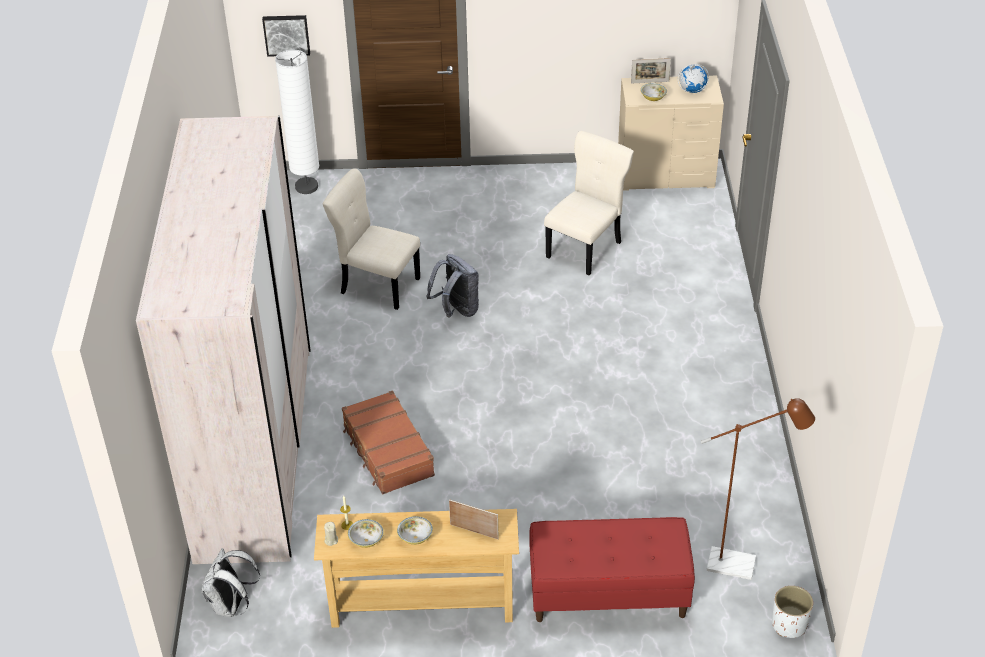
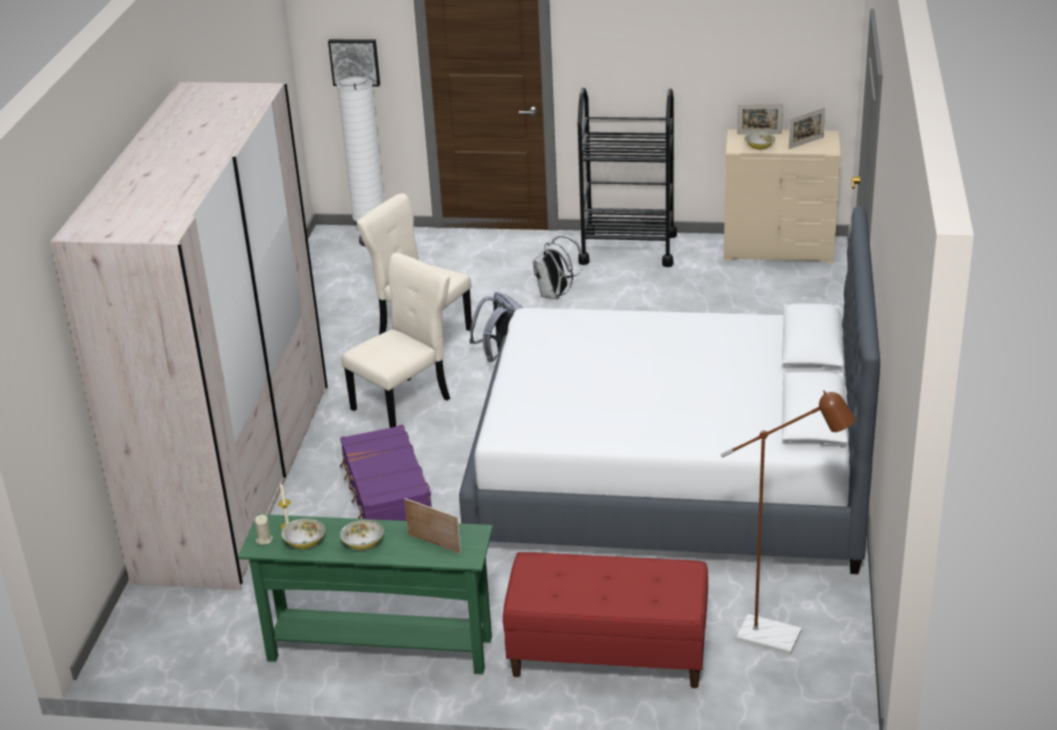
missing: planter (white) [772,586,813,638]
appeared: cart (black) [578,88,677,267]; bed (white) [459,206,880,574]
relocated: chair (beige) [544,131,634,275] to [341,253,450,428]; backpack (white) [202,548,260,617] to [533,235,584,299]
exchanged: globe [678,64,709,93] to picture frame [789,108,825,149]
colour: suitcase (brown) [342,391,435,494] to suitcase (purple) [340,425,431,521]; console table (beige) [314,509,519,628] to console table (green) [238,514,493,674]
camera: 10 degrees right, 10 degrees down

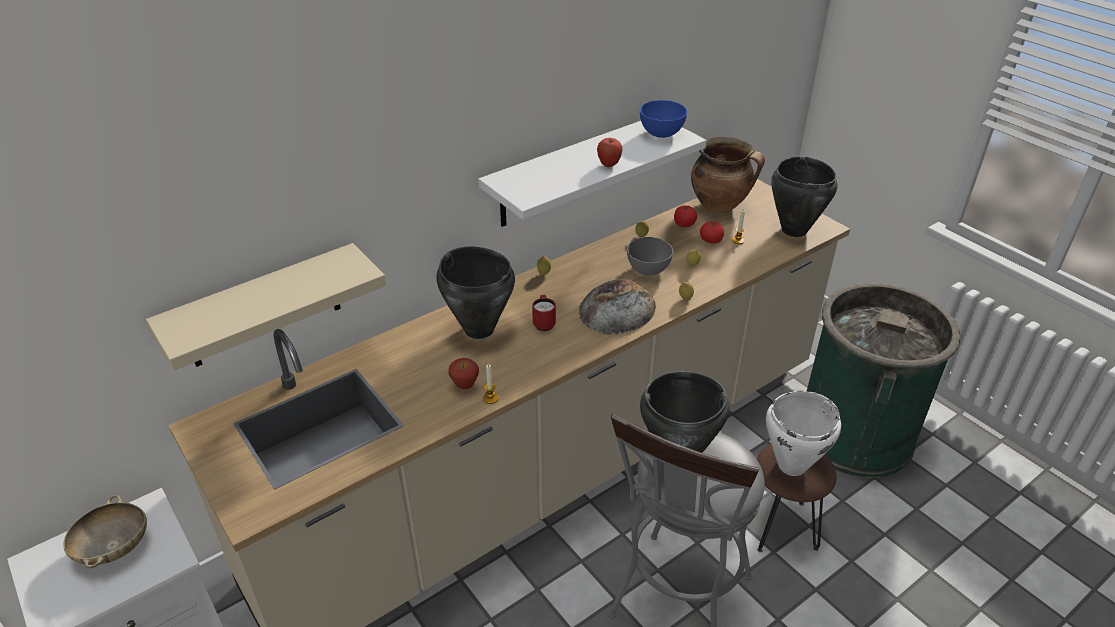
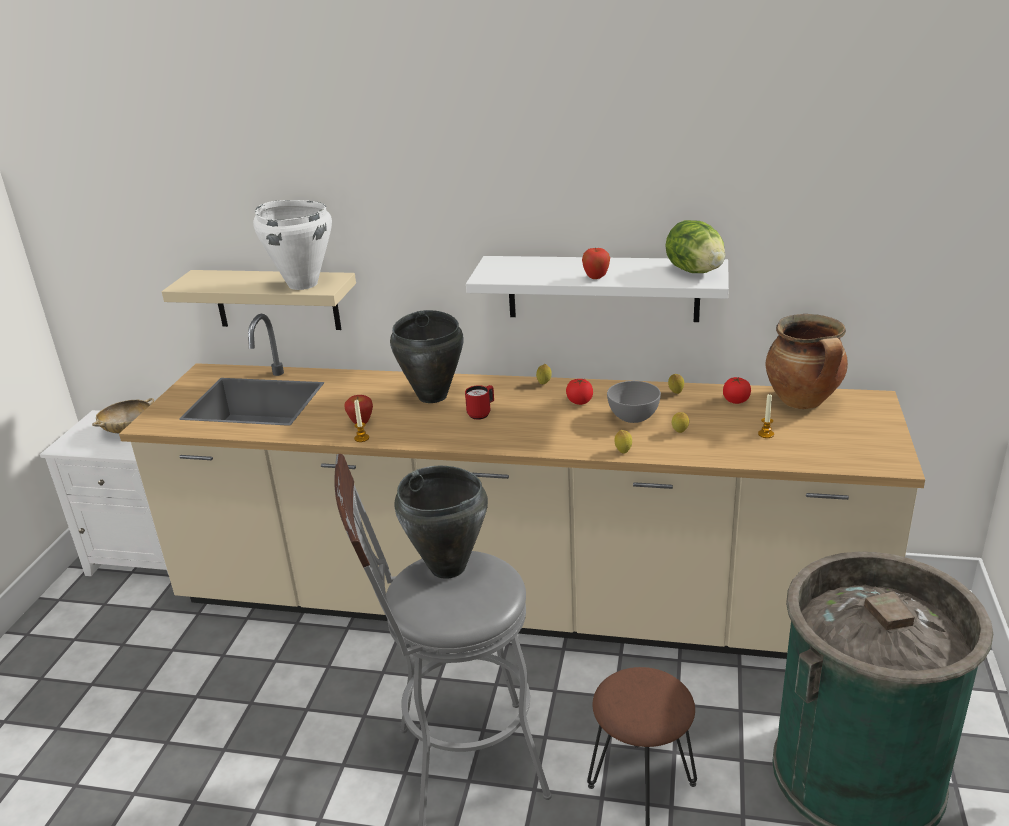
missing: cooking pot (black) [771,156,838,237]; bread [579,279,656,335]
relocated: tomato [700,221,724,244] to [566,379,593,405]; cooking pot (white) [766,391,841,476] to [253,200,332,290]
exchanged: bowl (blue) [640,100,687,138] to lettuce [665,220,725,273]
camera: 50 degrees right, 10 degrees down

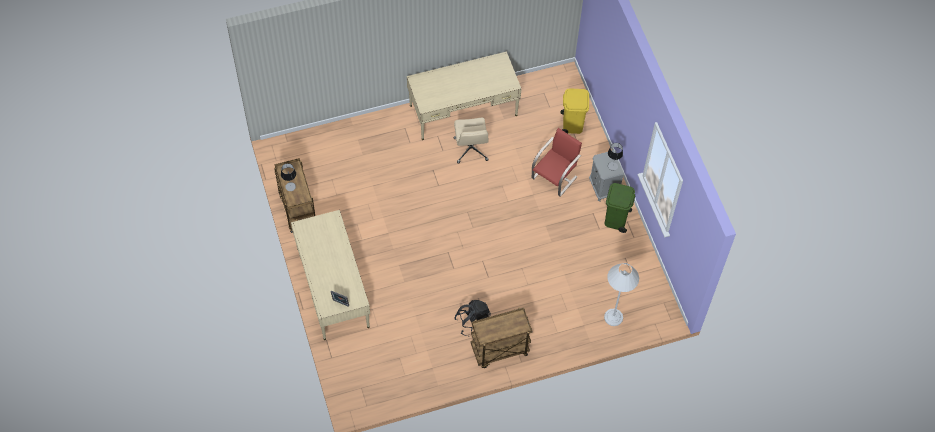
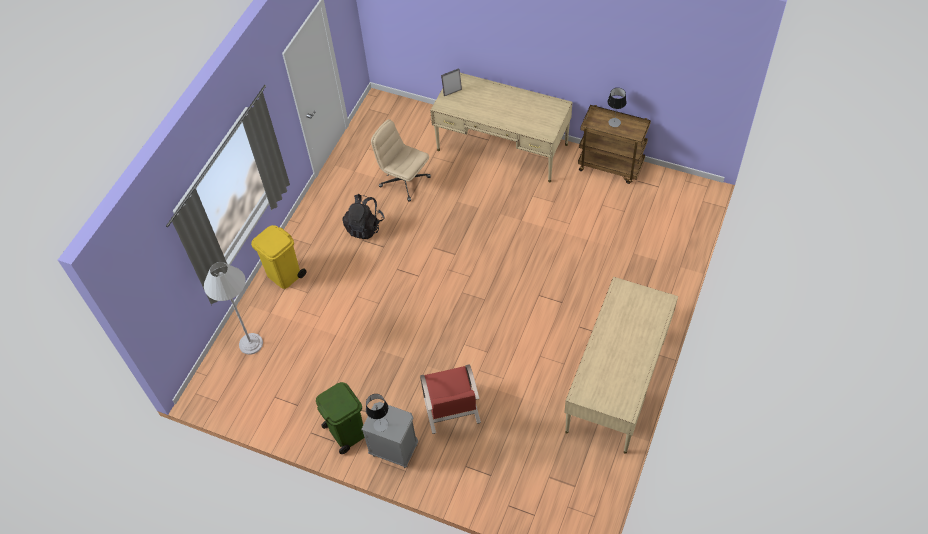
missing: cart (brown) [471,307,532,368]
relocated: trash can (yellow) [561,88,589,134] to [251,225,307,289]; office chair (beige) [454,118,489,164] to [371,119,431,202]
camera: 135 degrees right, 5 degrees down

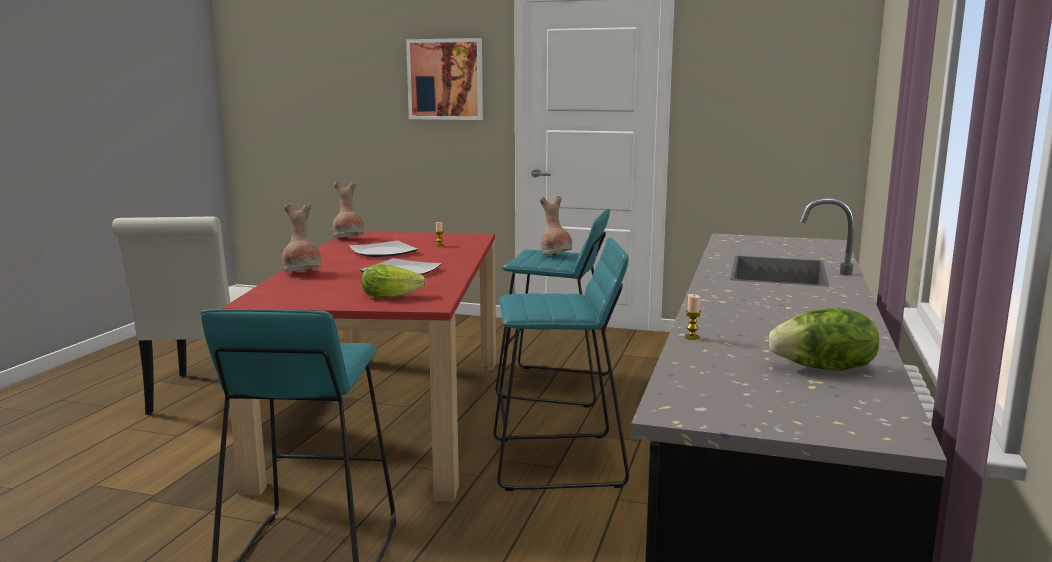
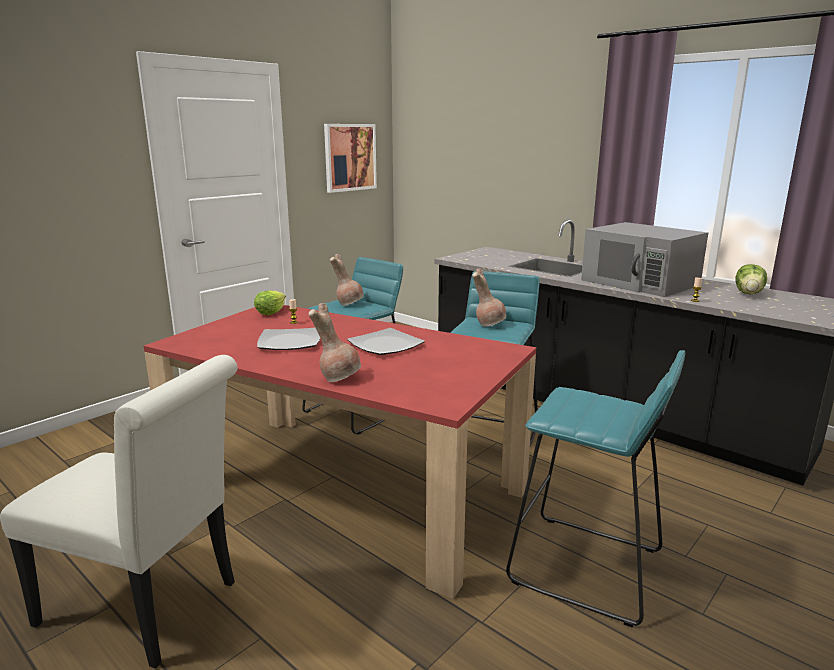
appeared: microwave (grey) [581,222,708,297]
relocated: picture [406,38,483,120] to [324,124,377,193]; vase (brown) [333,181,364,237] to [472,268,507,327]; lettuce [362,264,426,298] to [254,290,286,315]
camera: 65 degrees left, 5 degrees up

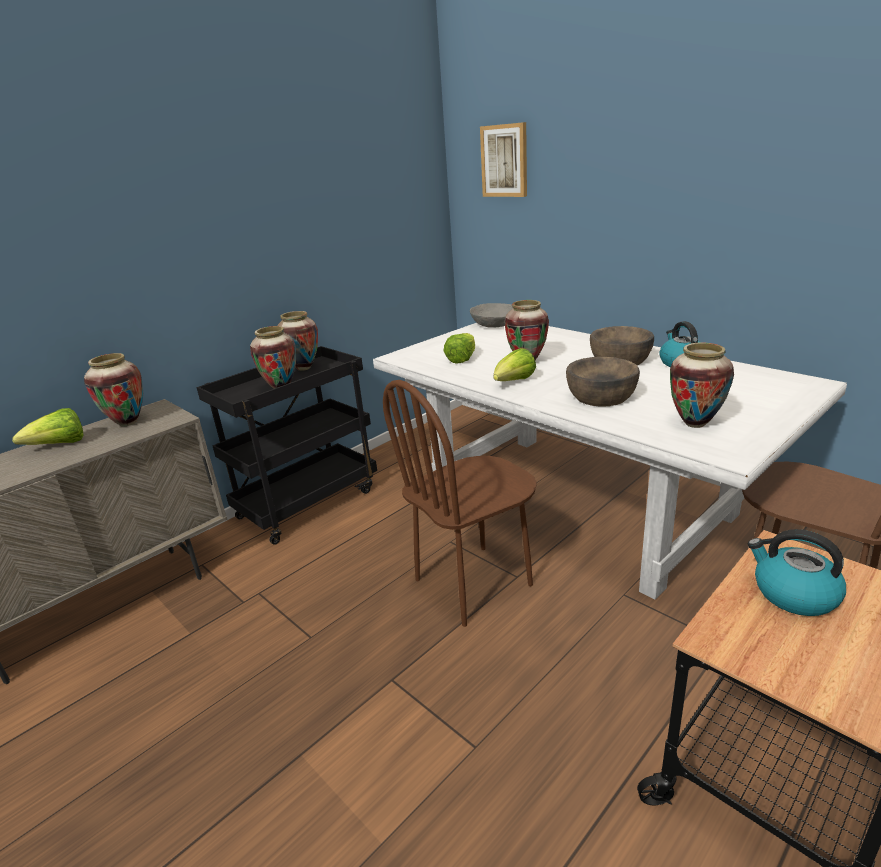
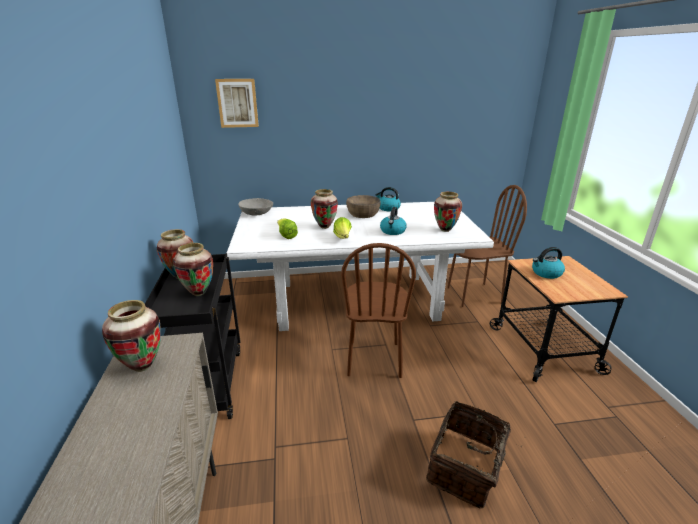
missing: lettuce [12,408,84,445]
appeared: basket [426,401,525,509]
exchanged: bowl (brown) [566,357,640,407] to kettle [380,207,407,235]
camera: 55 degrees left, 0 degrees up

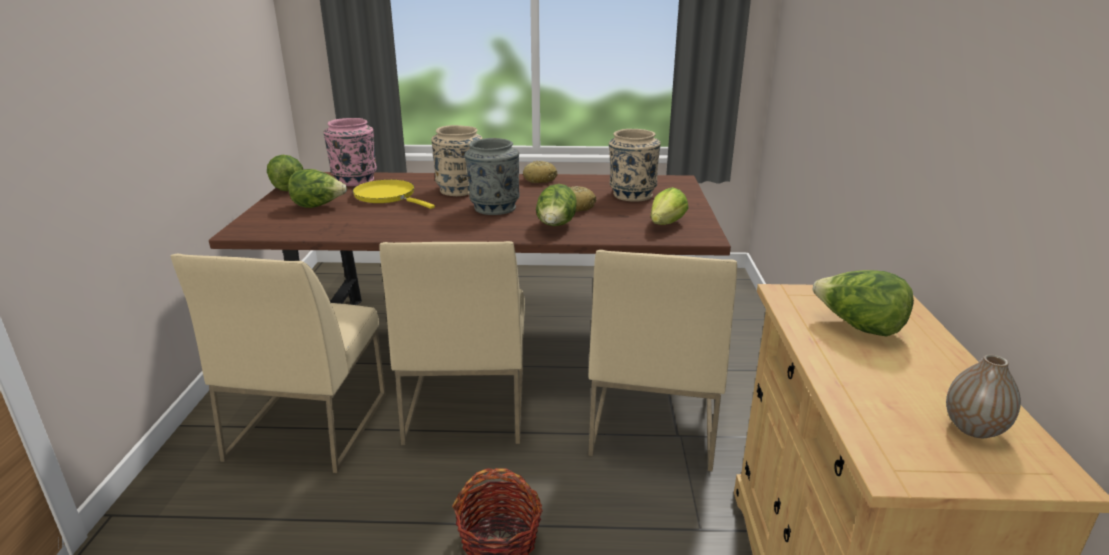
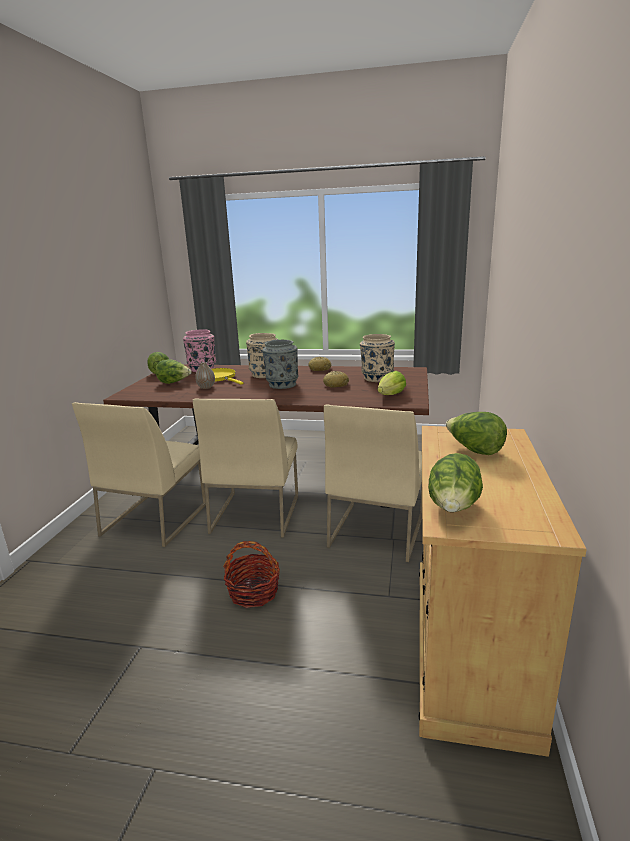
relocated: lettuce [536,184,577,226] to [428,453,483,512]; vase [946,354,1021,438] to [195,362,215,389]
camera: 10 degrees right, 5 degrees down

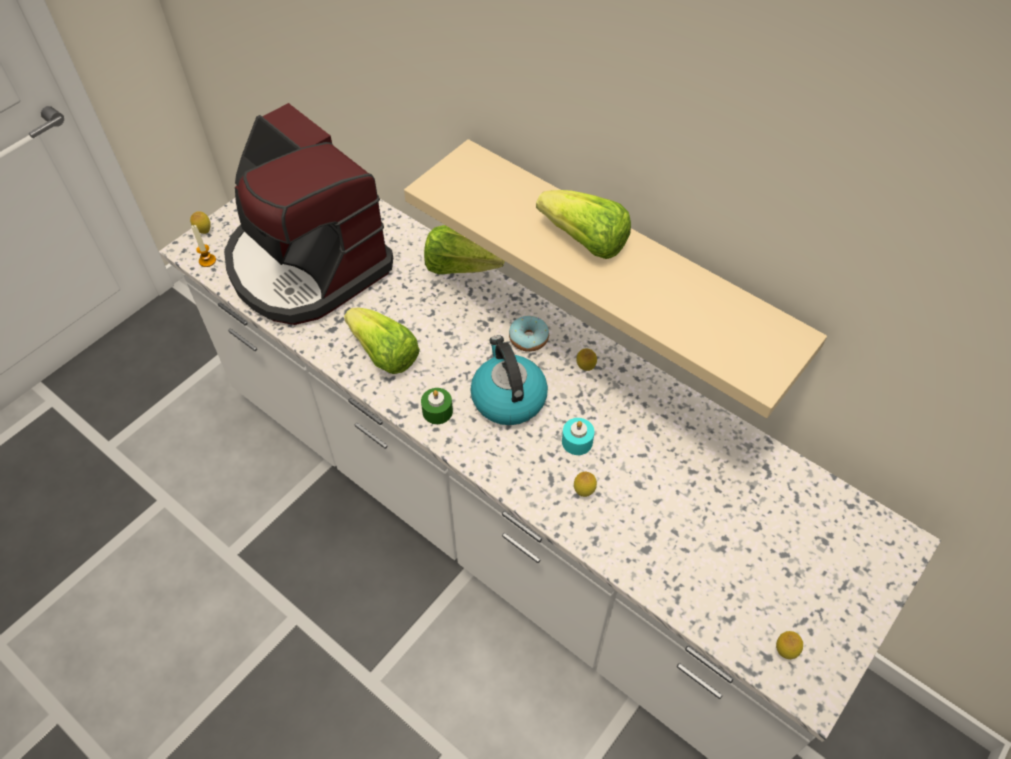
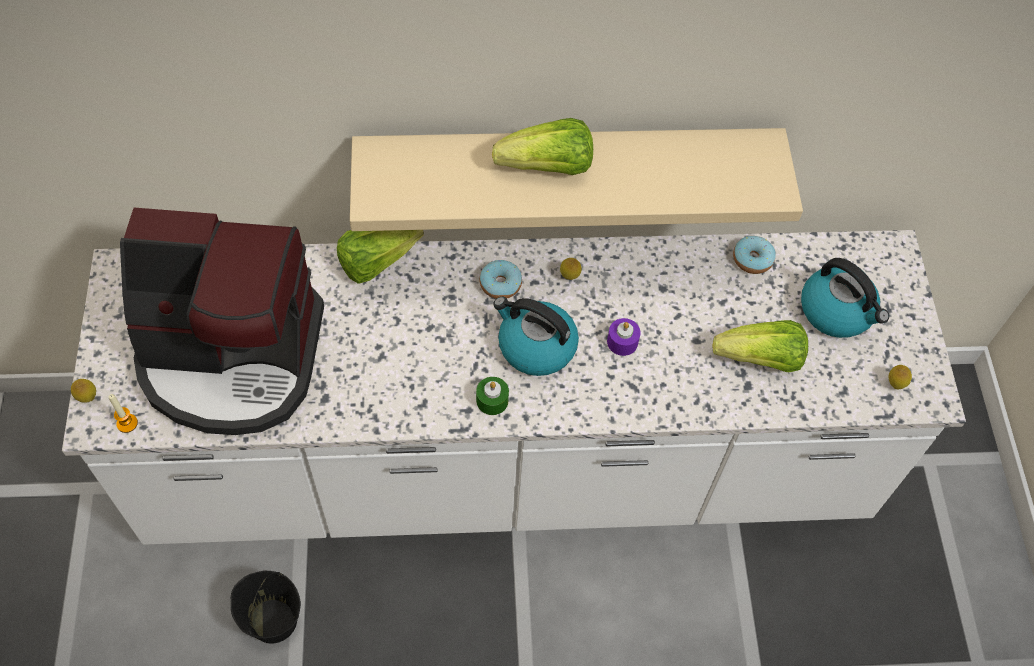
missing: lemon [574,472,597,497]
appeared: donut [733,236,776,274]; kettle [801,258,889,338]; bucket (black) [231,571,301,644]
relocated: lettuce [344,307,420,374] to [712,320,808,372]
colour: candle (turquoise) [562,418,594,455] to candle (purple) [607,318,641,356]
camera: 45 degrees left, 5 degrees up

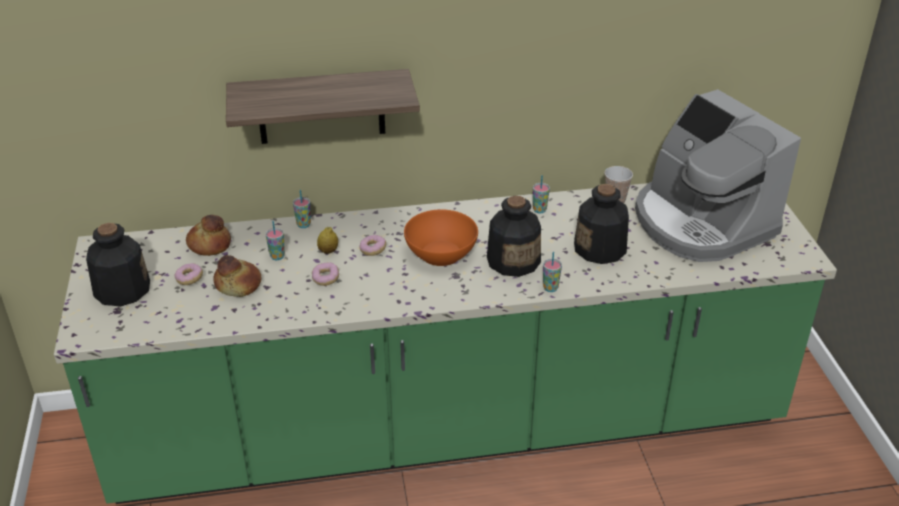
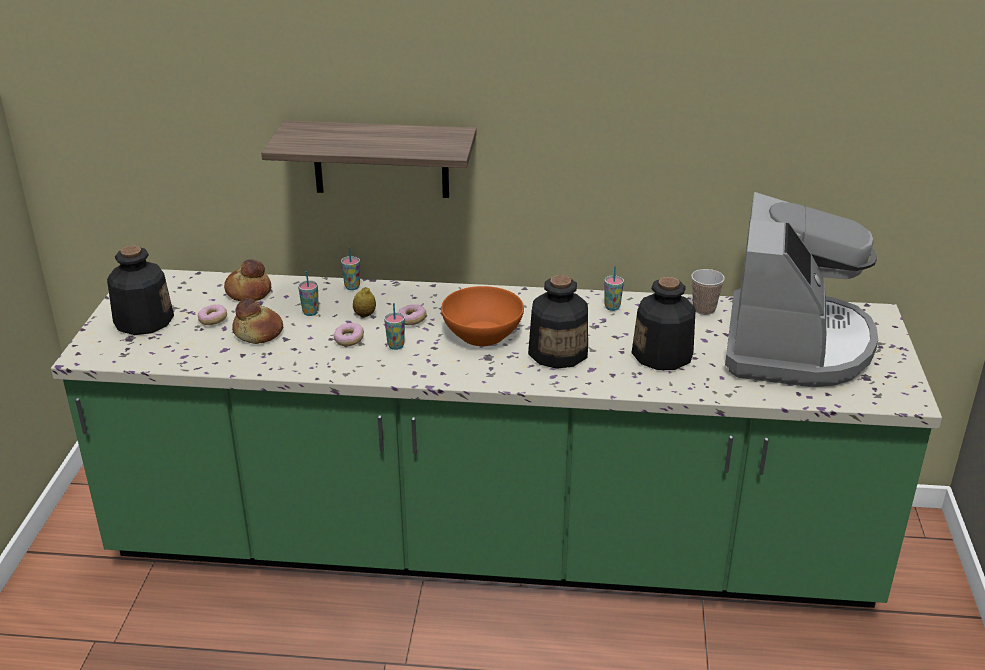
relocated: cup [543,252,562,292] to [384,303,405,350]
spun: coffee machine [635,89,801,262] = [725,192,878,387] 150 degrees counterclockwise
camera: 15 degrees right, 5 degrees down

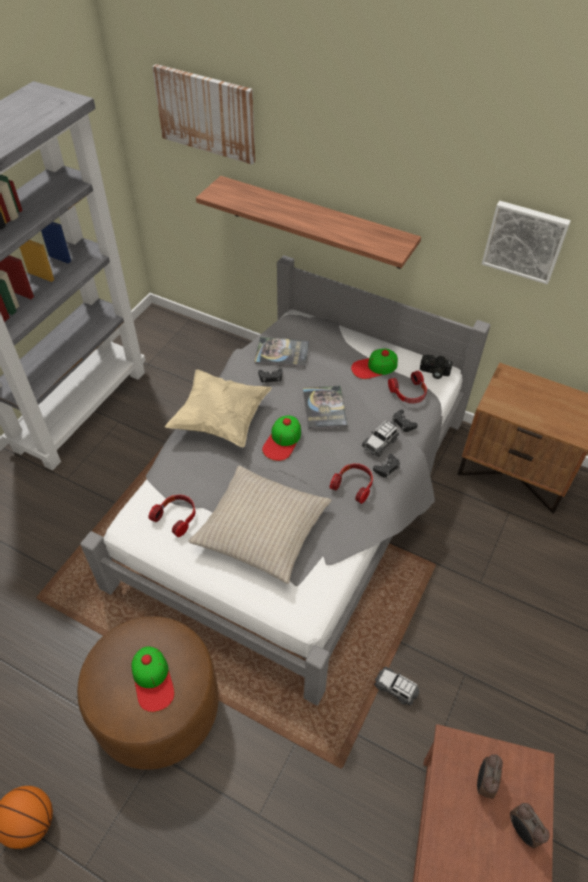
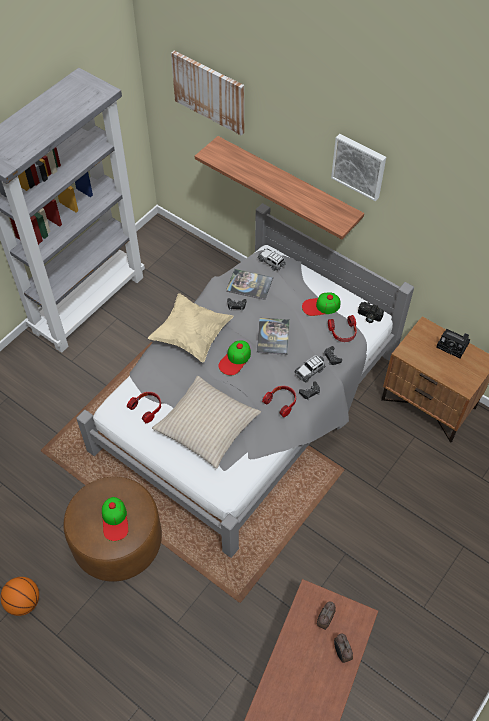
appeared: photo camera [436,329,470,358]
relocated: picture [482,201,571,284] to [331,134,386,201]; toy car [374,667,419,705] to [257,248,286,271]
camera: 10 degrees right, 5 degrees up

